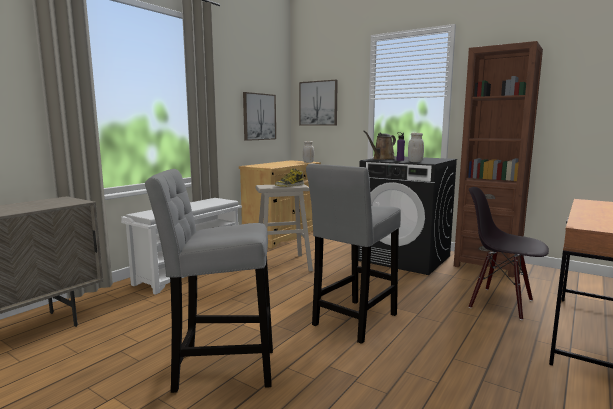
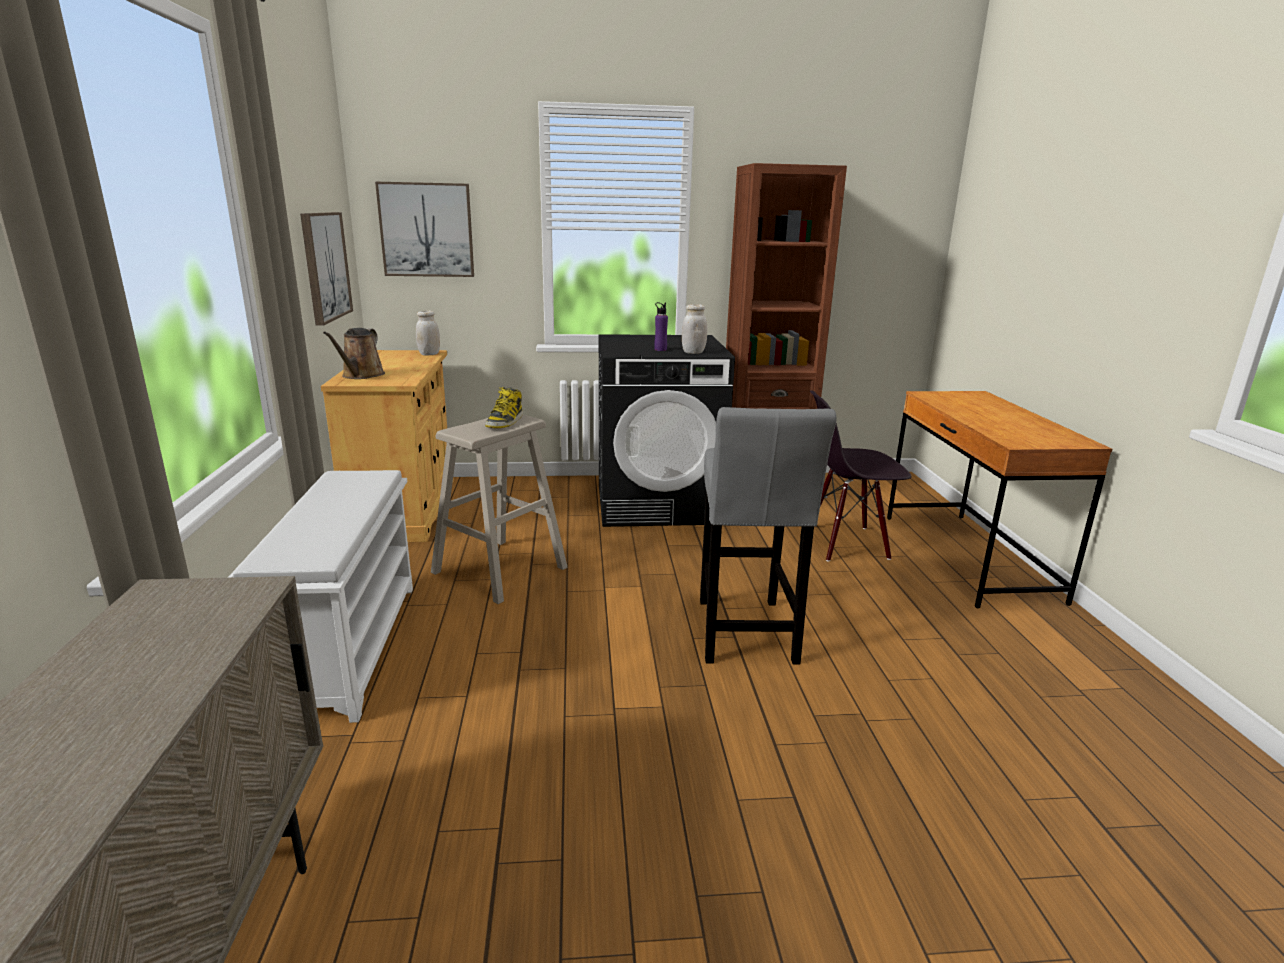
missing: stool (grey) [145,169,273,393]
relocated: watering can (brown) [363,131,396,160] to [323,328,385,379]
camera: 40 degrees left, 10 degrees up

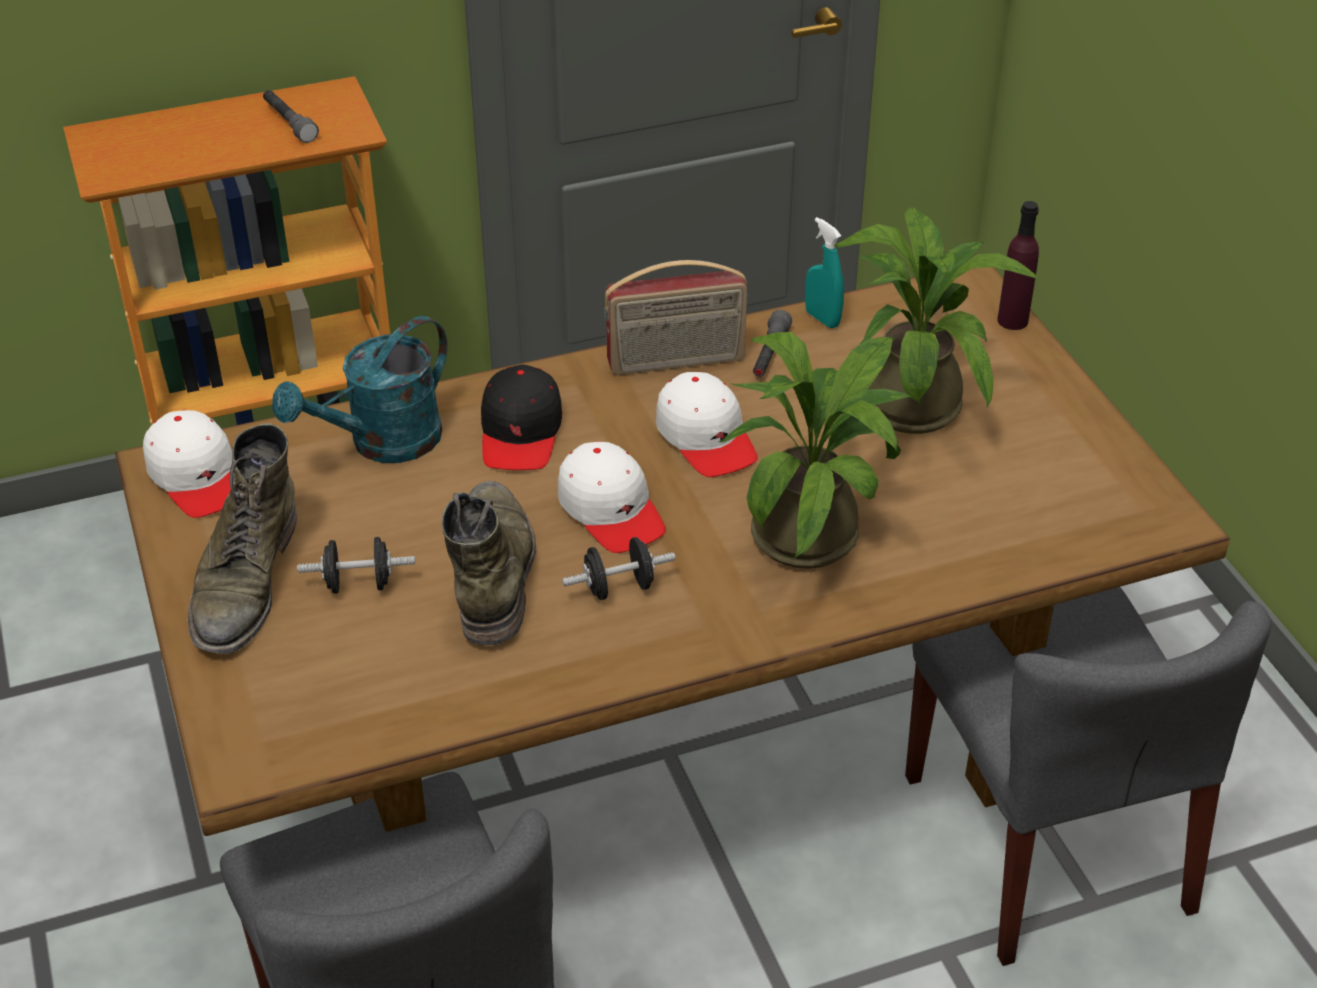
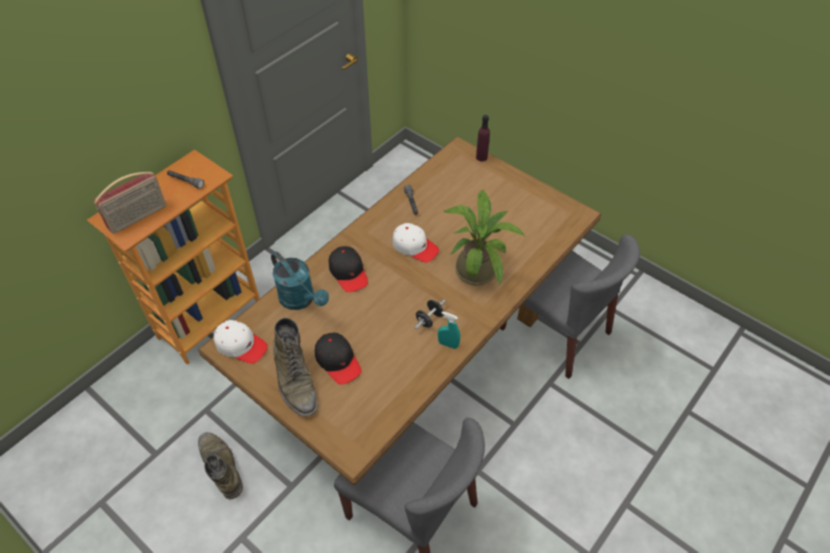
missing: potted plant [834,206,1040,434]; cap (white) [558,441,666,553]
relocated: spray bottle (turquoise) [805,217,844,328] to [438,311,460,349]; radio [604,260,747,375] to [94,171,167,234]; boot (green) [442,481,536,645] to [198,432,243,499]
exchanged: dumbbell (black) [297,537,415,594] to cap (black) [315,333,361,385]
spun: watering can (turquoise) [272,316,447,463] = [271,252,329,310] 60 degrees counterclockwise
camera: 30 degrees left, 10 degrees up

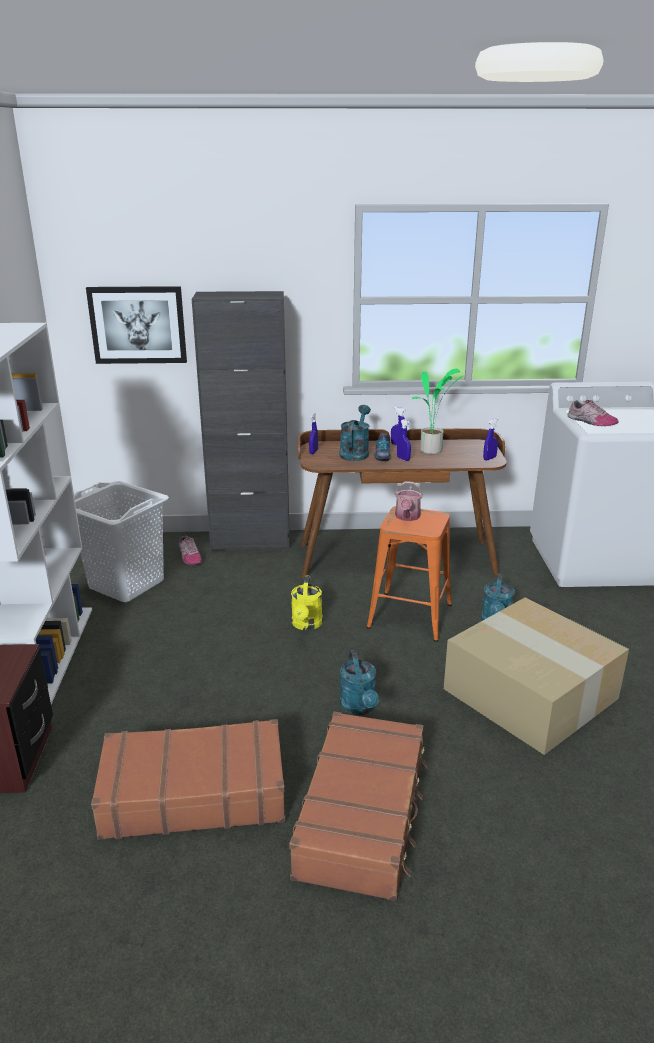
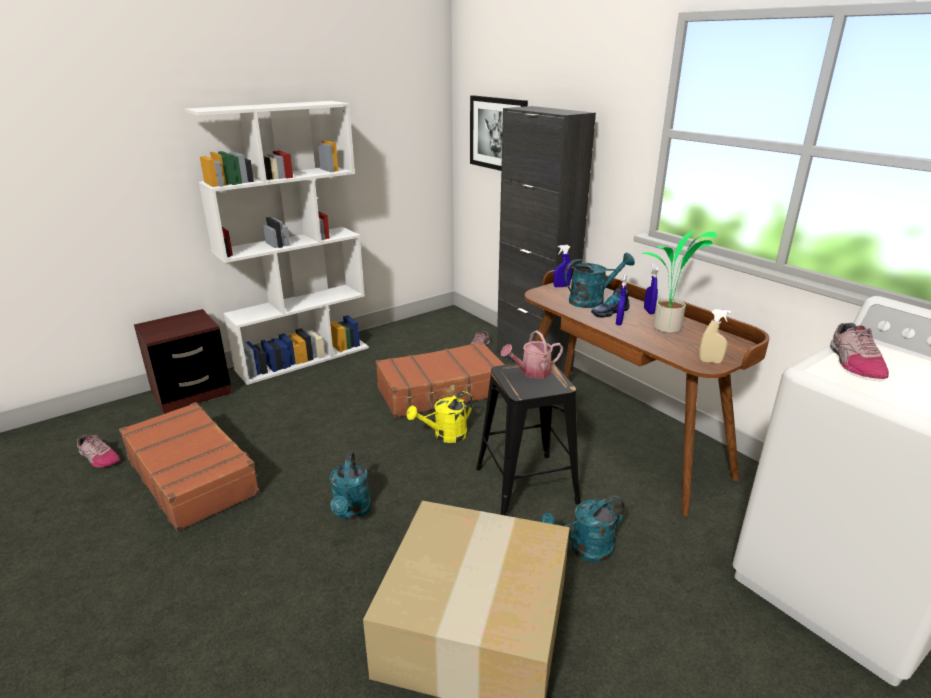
missing: laundry basket (white) [74,481,169,602]
appeared: shoe [77,435,120,468]
relocated: suitcase (brown) [289,711,428,901] to [376,342,505,418]
colour: spray bottle (blue) [483,419,499,461] to spray bottle (beige) [699,309,731,363]; stool (orange) [367,506,452,642] to stool (black) [476,361,581,516]
spun: watering can (turquoise) [340,650,379,715] = [330,453,371,520] 45 degrees counterclockwise
camera: 55 degrees right, 0 degrees up

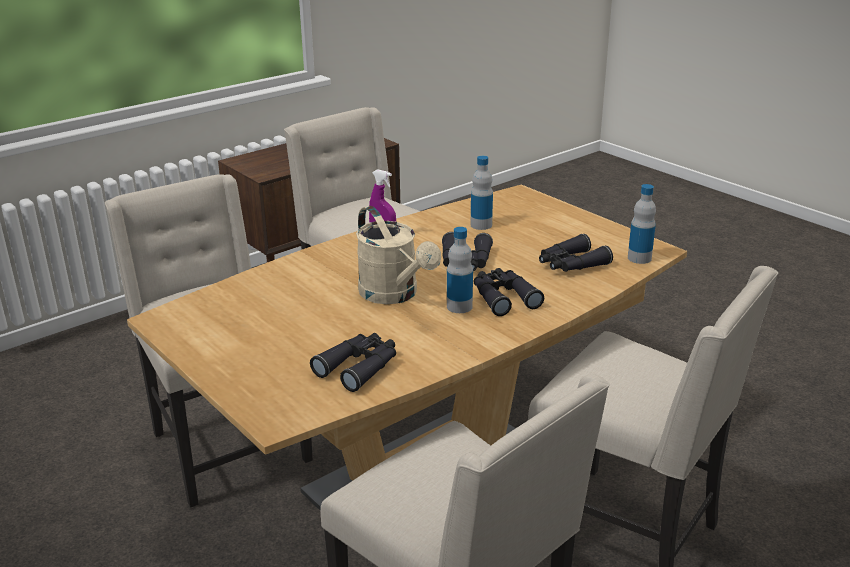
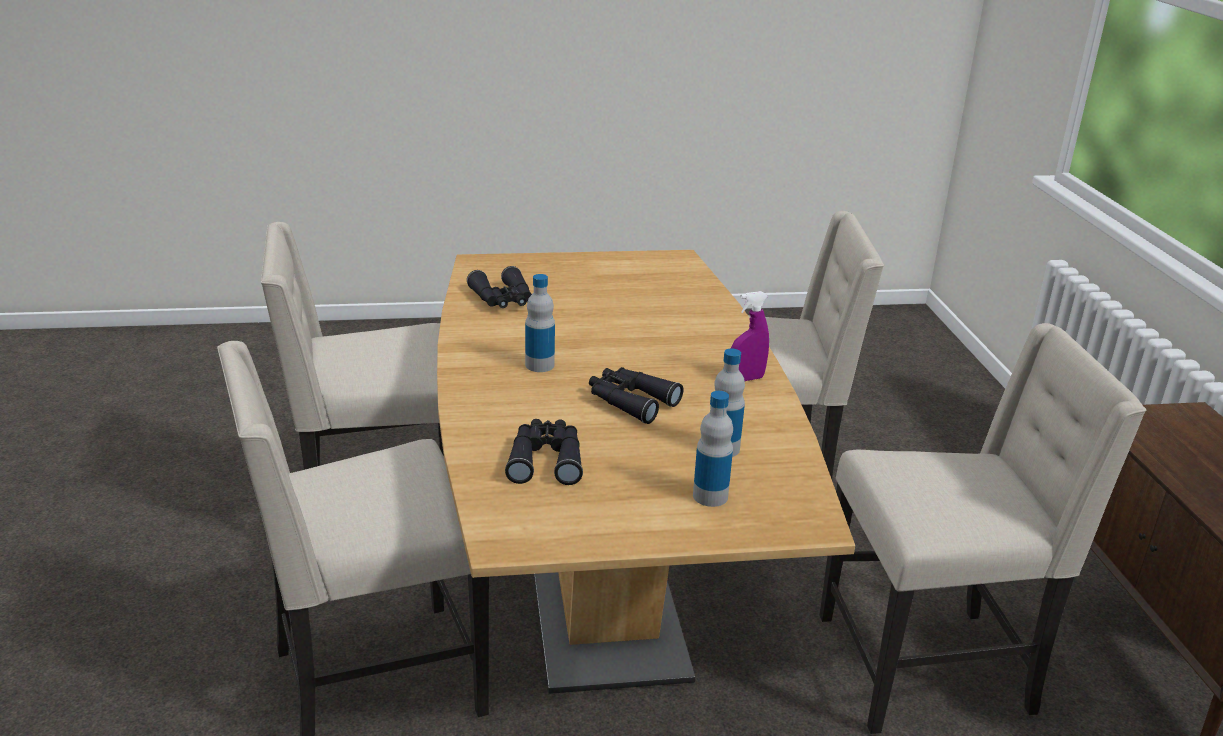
missing: watering can (beige) [356,206,441,304]; binoculars (black) [473,268,544,316]
relocated: bottle [628,184,656,264] to [693,391,733,507]
camera: 120 degrees right, 0 degrees up

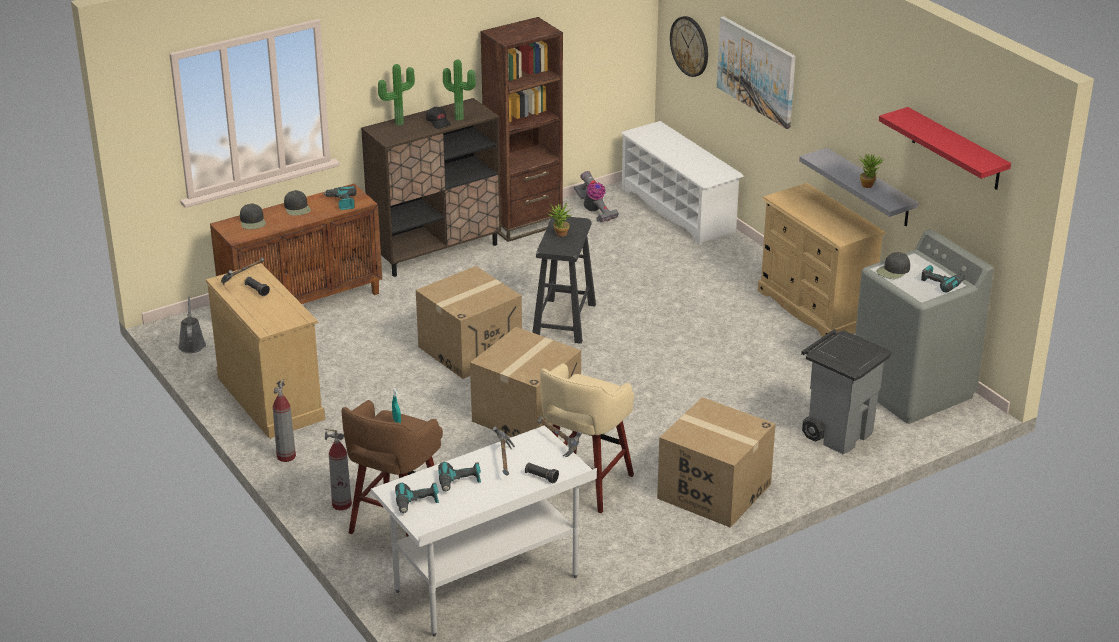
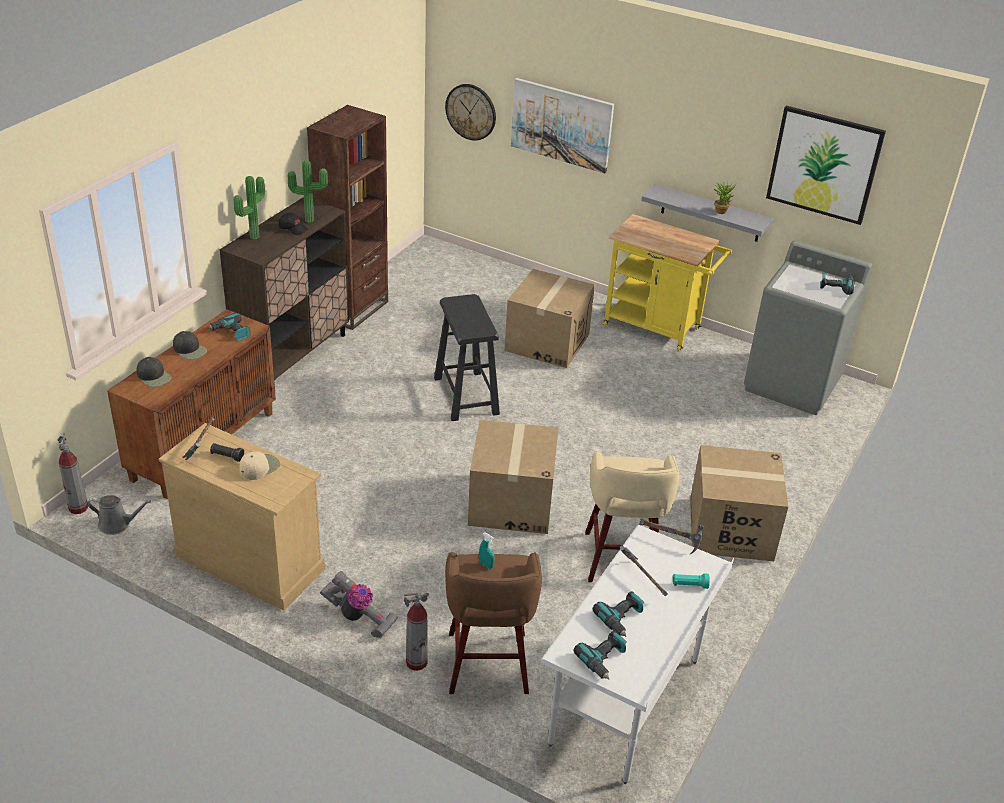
missing: shoe rack (white) [621,121,744,245]; potted plant [548,202,572,237]; cap (black) [876,252,910,279]; trash can (grey) [801,329,892,454]
appeared: cap (beige) [239,451,280,480]
relocated: vacuum cleaner [574,171,619,222] to [320,571,398,638]; cardboard box [416,266,522,379] to [504,269,595,368]; fire extinguisher [273,378,296,462] to [57,433,88,514]
exchanged: shelf (red) [879,107,1011,190] to picture [766,106,886,225]; dresser (beige) [758,183,885,340] to cart (yellow) [604,214,732,352]
colour: flashlight (black) [525,462,559,483] to flashlight (turquoise) [673,573,710,589]
spun: watering can (grey) [178,296,206,353] = [87,495,151,535] 135 degrees clockwise
camera: 30 degrees left, 5 degrees up

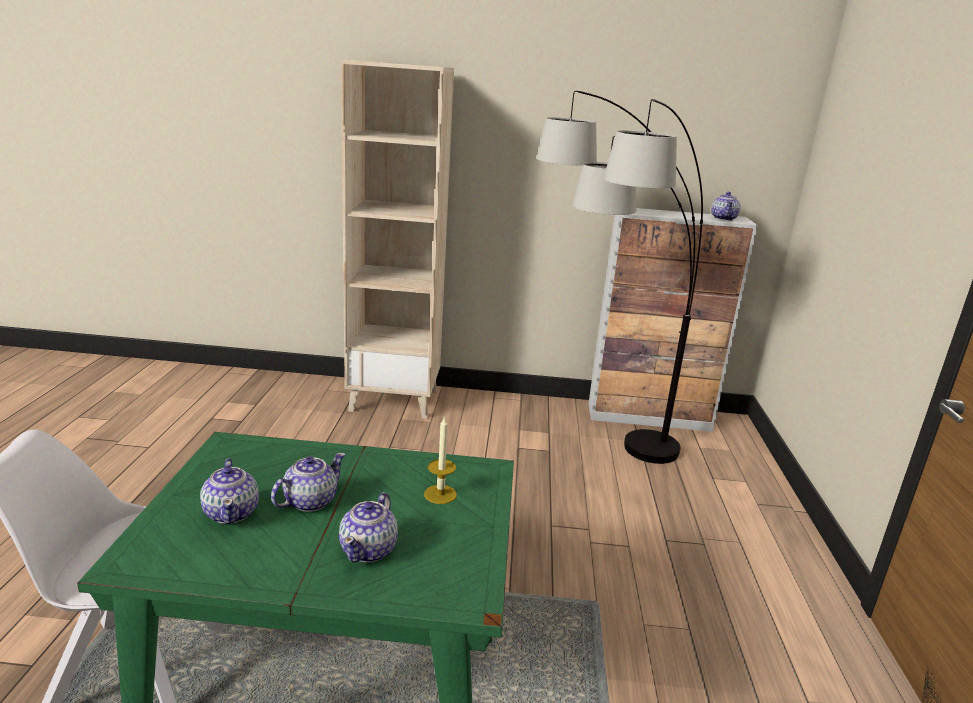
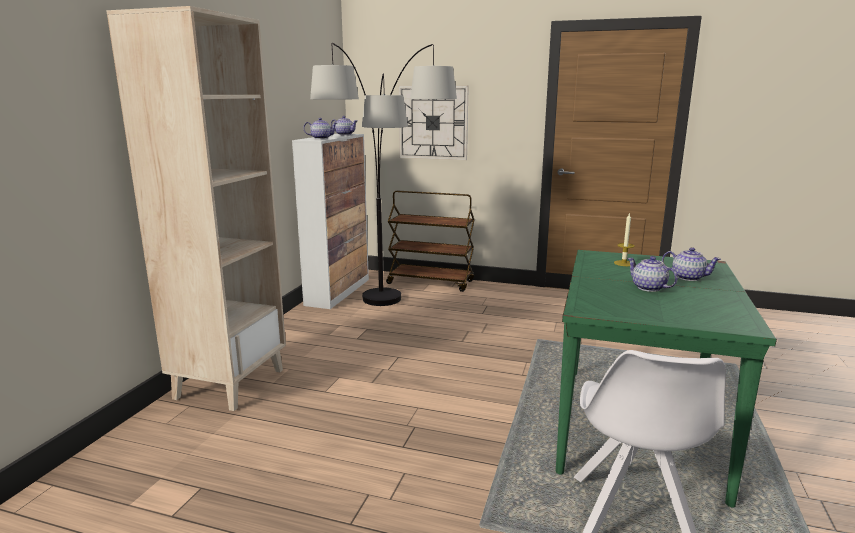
appeared: wall clock [398,86,469,160]; cart (brown) [386,191,475,292]
relocated: teapot [200,459,259,524] to [303,118,337,139]
camera: 75 degrees left, 5 degrees down

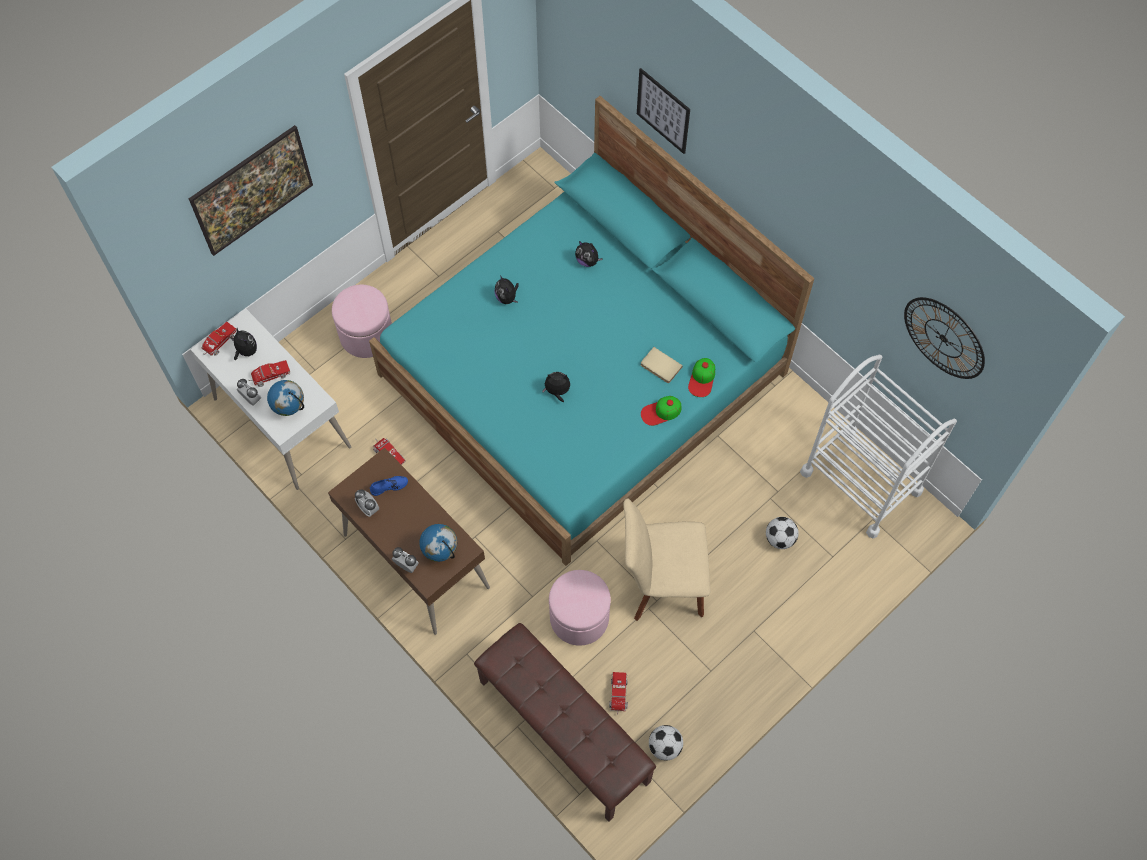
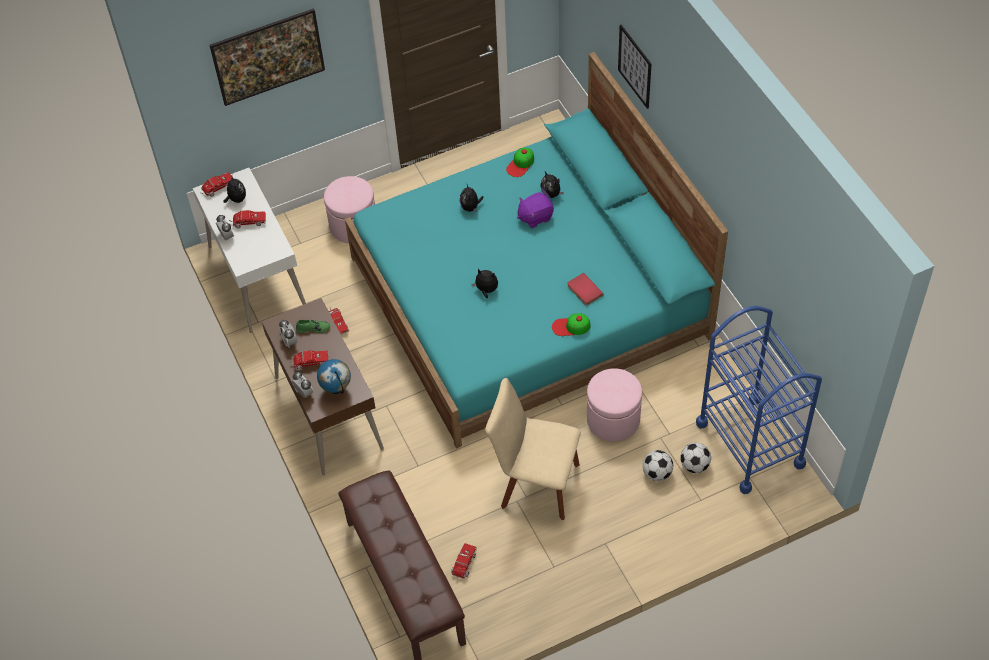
missing: wall clock [904,297,985,379]; globe [267,380,304,416]
appeared: plush toy (purple) [517,192,554,228]; toy truck [289,350,329,371]
relocated: cap [688,358,715,397] to [506,148,534,177]; ottoman (pink) [549,570,611,646] to [587,368,642,442]; football [649,725,683,761] to [680,443,711,473]
colour: book (beige) [641,347,683,383] to book (red) [567,273,604,306]; cart (white) [800,355,957,539] to cart (blue) [696,306,822,494]; shoe (blue) [370,476,408,496] to shoe (green) [296,320,330,333]
camera: 20 degrees right, 10 degrees down

